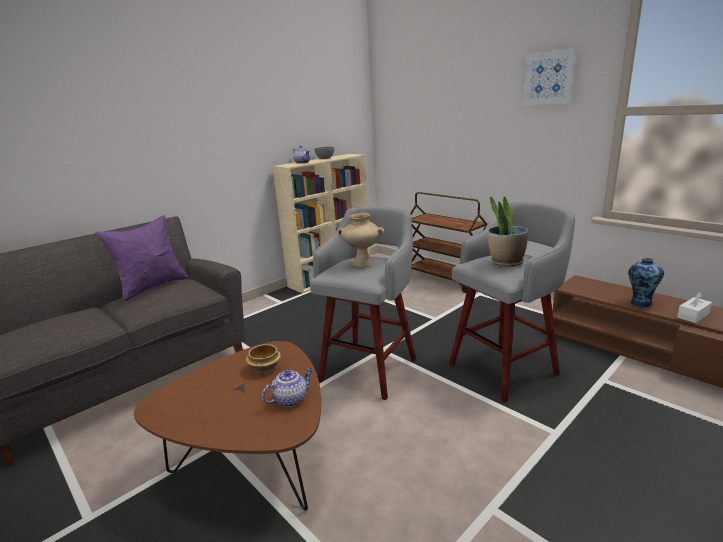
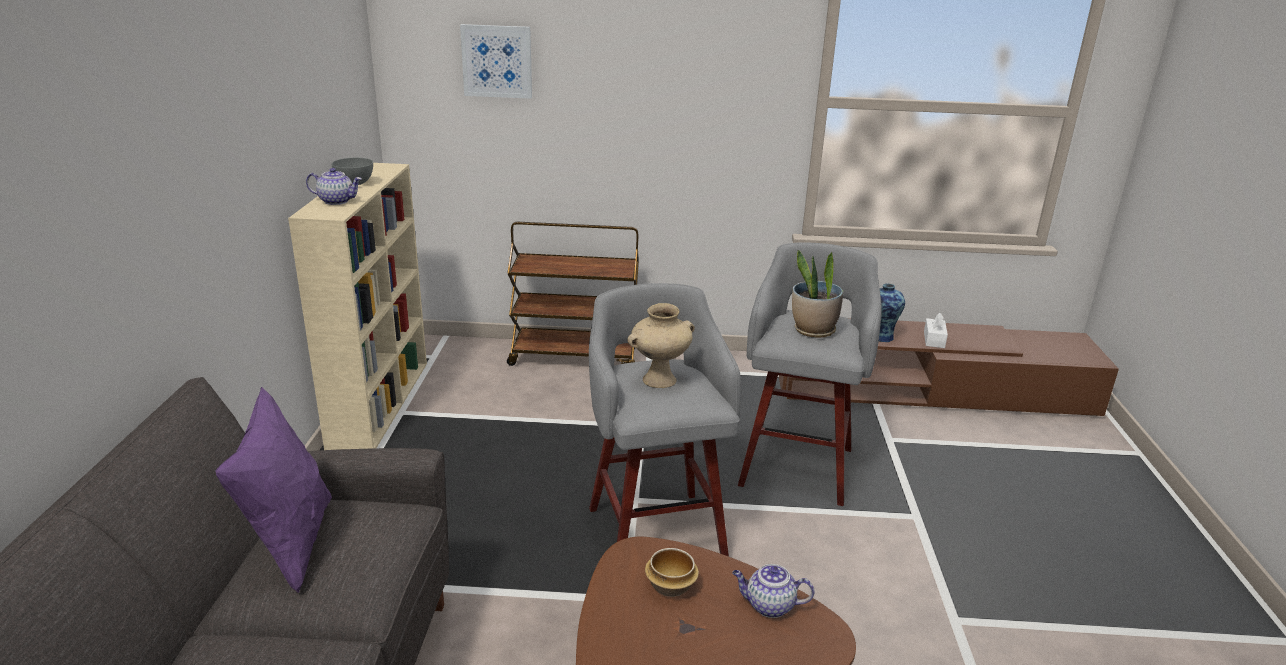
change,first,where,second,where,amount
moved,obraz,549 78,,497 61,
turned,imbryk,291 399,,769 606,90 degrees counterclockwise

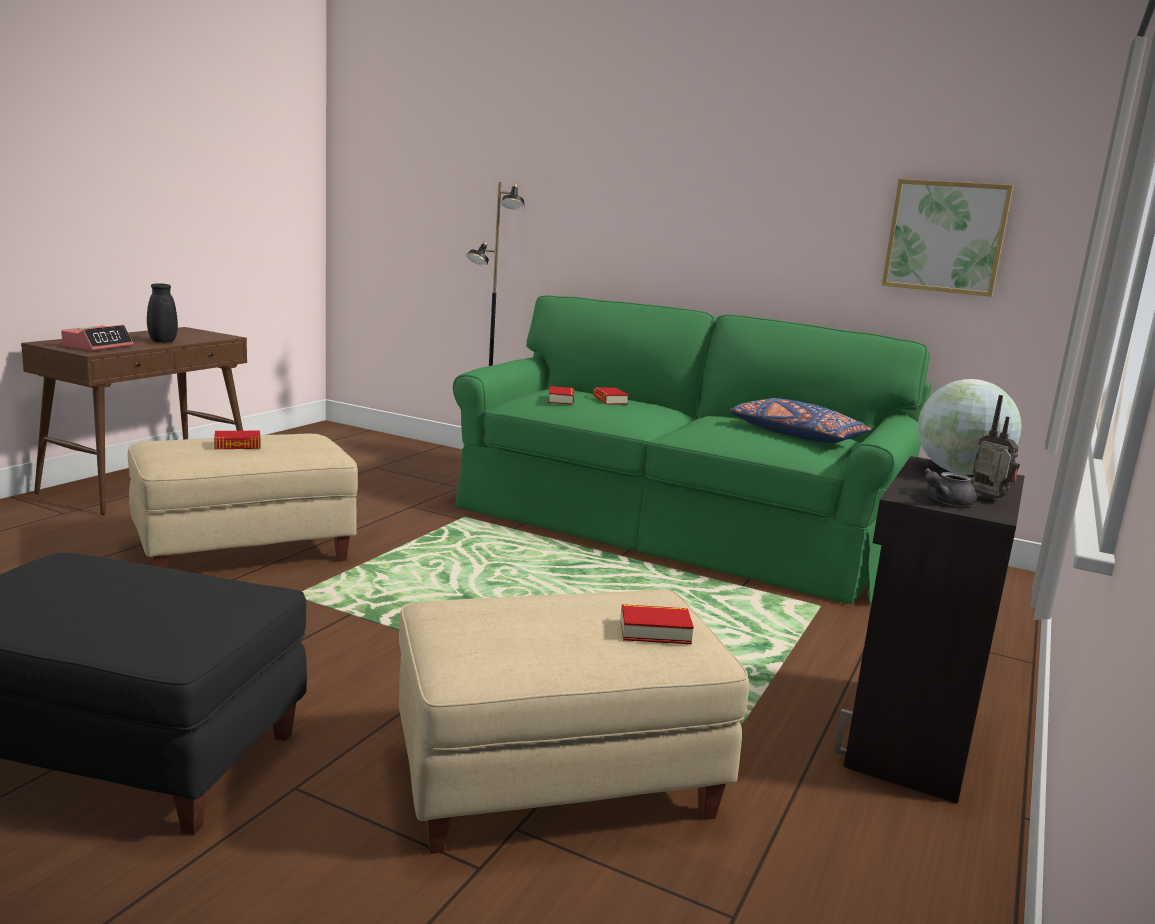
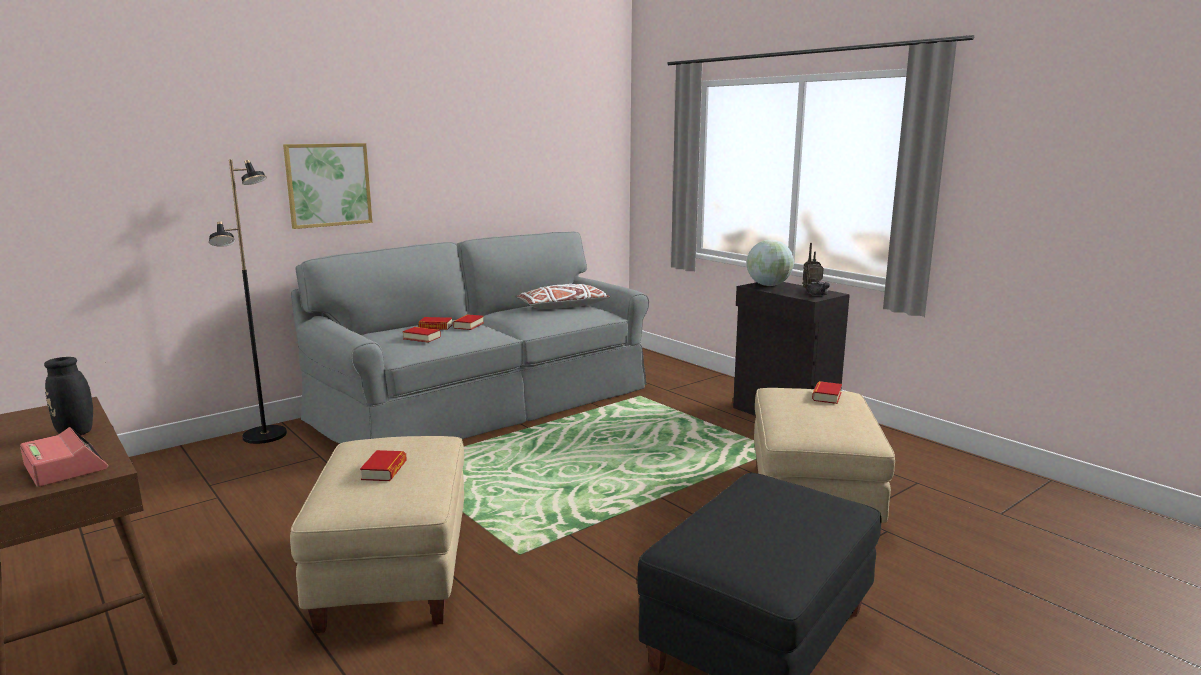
change,first,where,second,where,amount
added,,,książka,468 325,
moved,obraz,945 237,,328 185,
recoloured,kanapa (zielony),671 526,kanapa (szary),487 402,
recoloured,poduszka (niebieski),795 435,poduszka (biały),563 306,

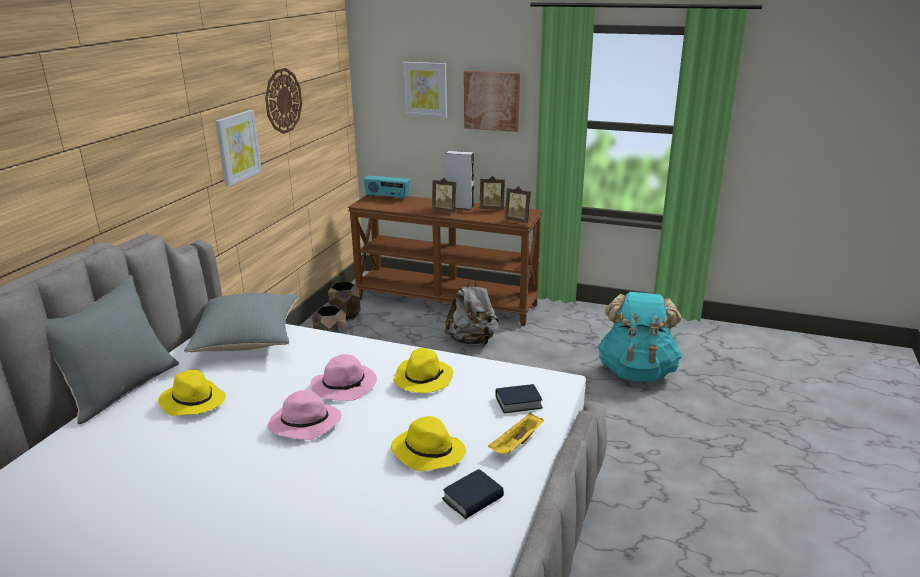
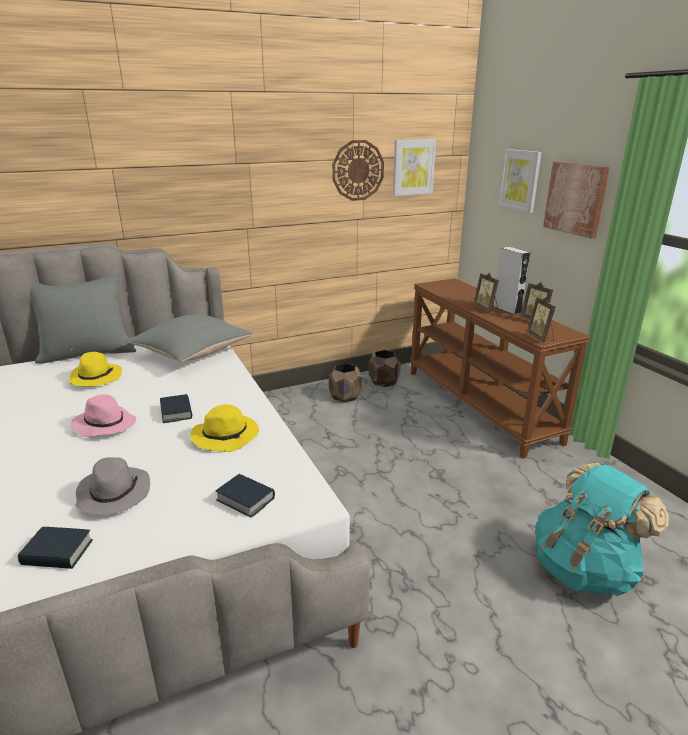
change,first,where,second,where,amount
removed,radio,387 197,,,
removed,plecak (szary),472 340,,,
removed,taca (żółty),516 444,,,
moved,obraz,237 147,,413 167,
replaced,kapelusz (różowy),345 385,książka,176 412,
recoloured,kapelusz (żółty),427 452,kapelusz (szary),113 493,

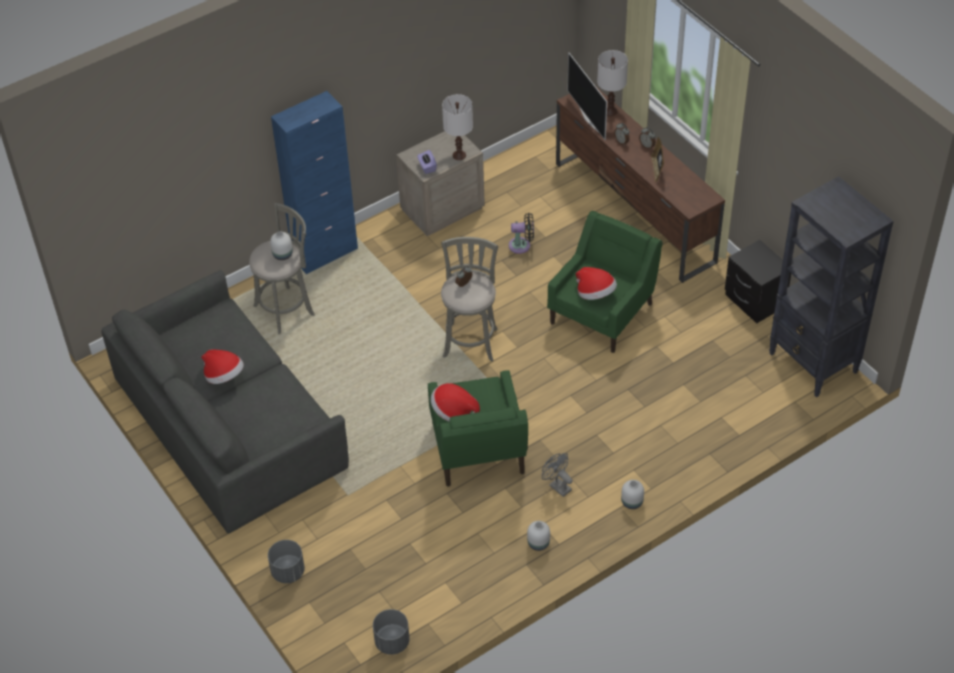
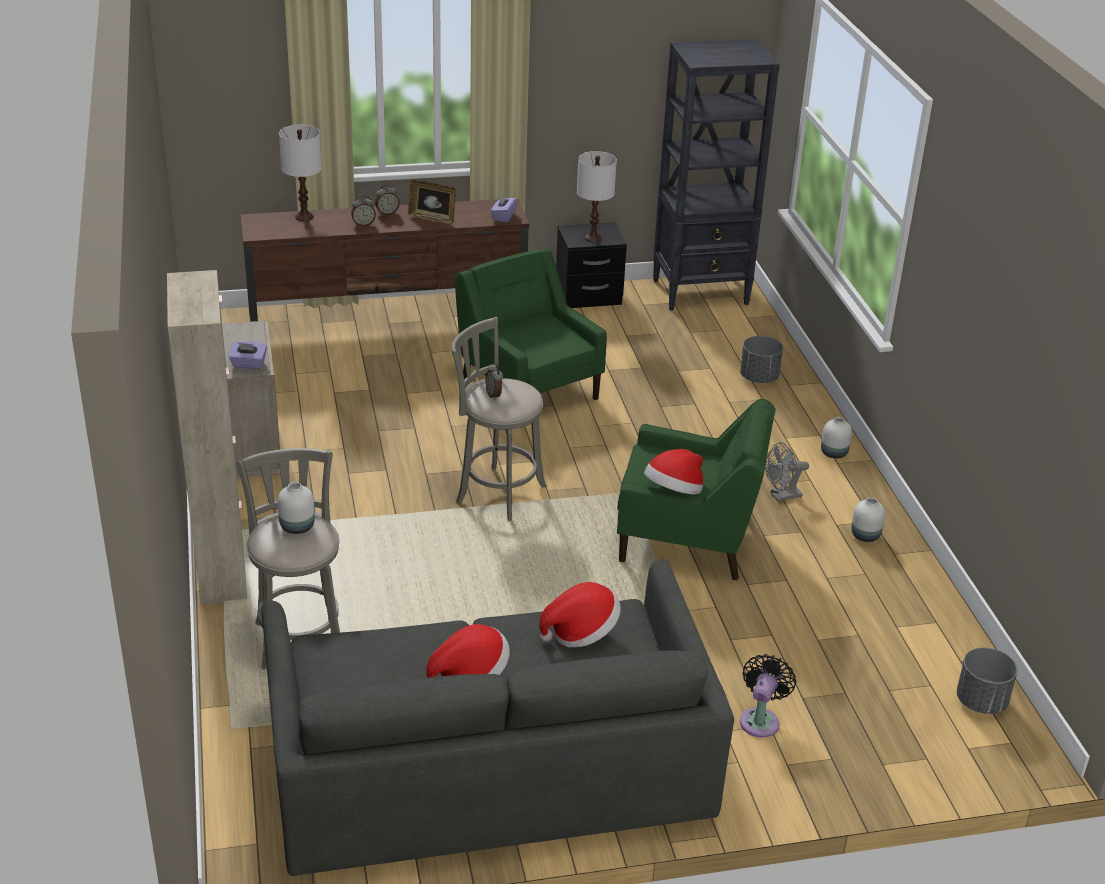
change,first,where,second,where,amount
removed,telewizor,589 119,,,
added,,,pudełko chusteczek (fioletowy),503 217,
moved,donica (szary),288 572,,759 378,
moved,lampa stołowa (biały),459 155,,593 238,
moved,wentylator (czarny),522 245,,760 720,
moved,kapelusz,595 293,,581 632,
recoloured,szafka (niebieski),325 254,szafka (beżowy),222 570,

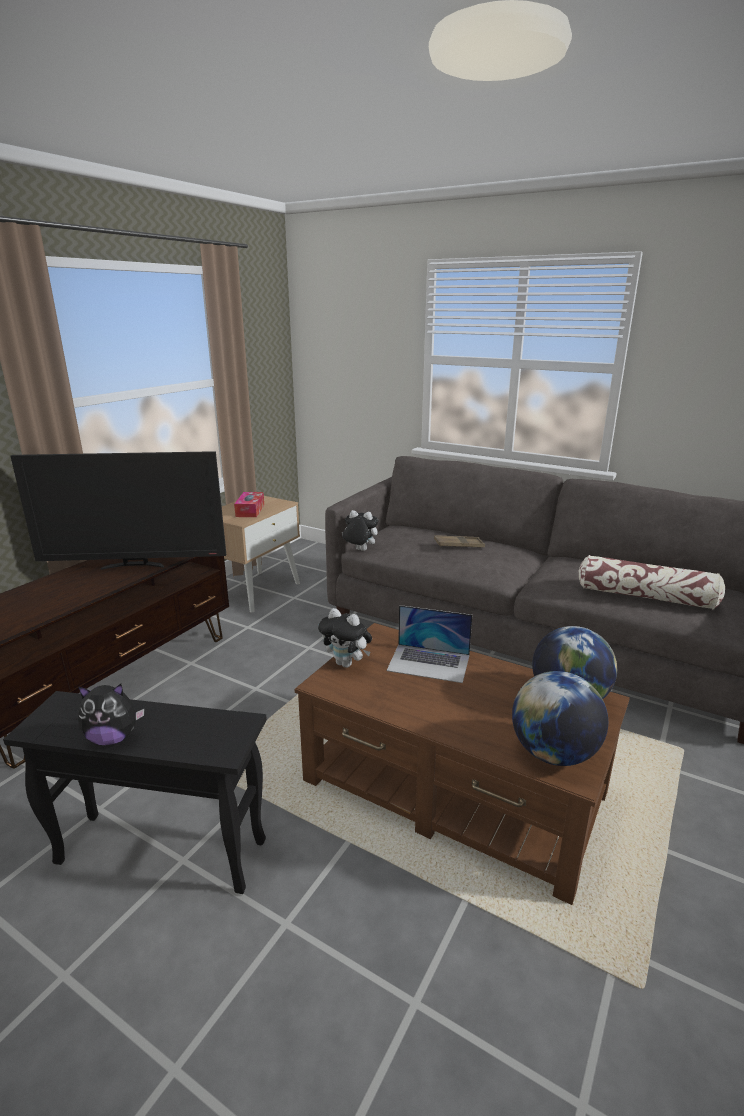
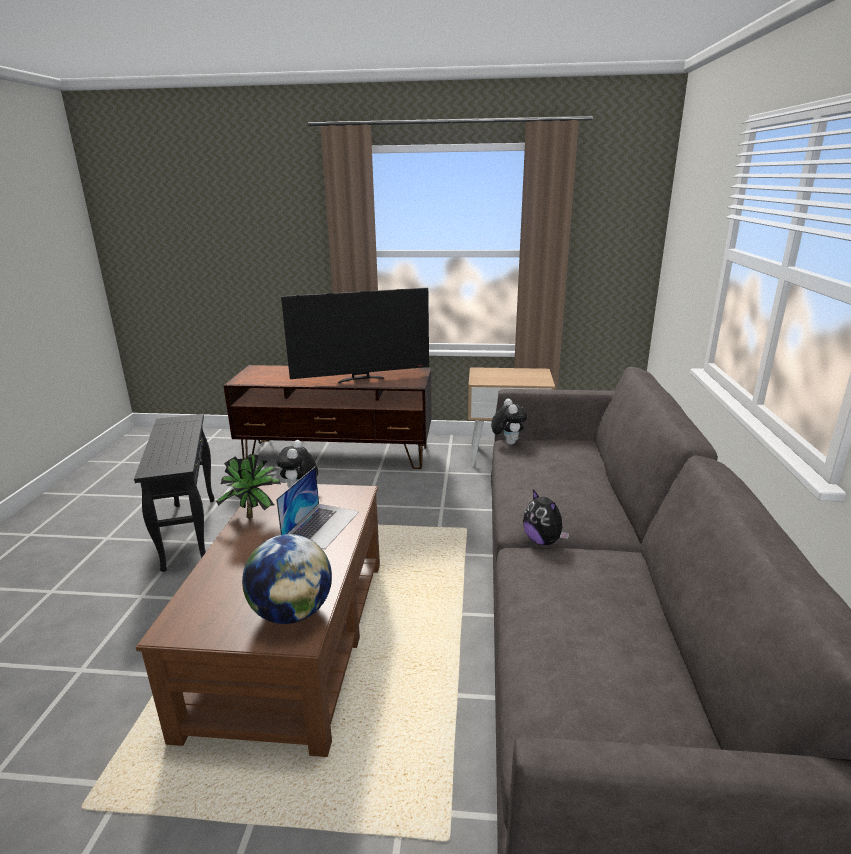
change,first,where,second,where,amount
removed,pudełko chusteczek,250 510,,,
removed,taca (brązowy),459 545,,,
removed,globus,553 753,,,
removed,poduszka,646 596,,,
added,,,roślina doniczkowa,254 516,
moved,pluszak,113 738,,543 541,
turned,telewizor,135 565,,361 379,75 degrees counterclockwise
turned,laptop,429 663,,321 525,150 degrees counterclockwise

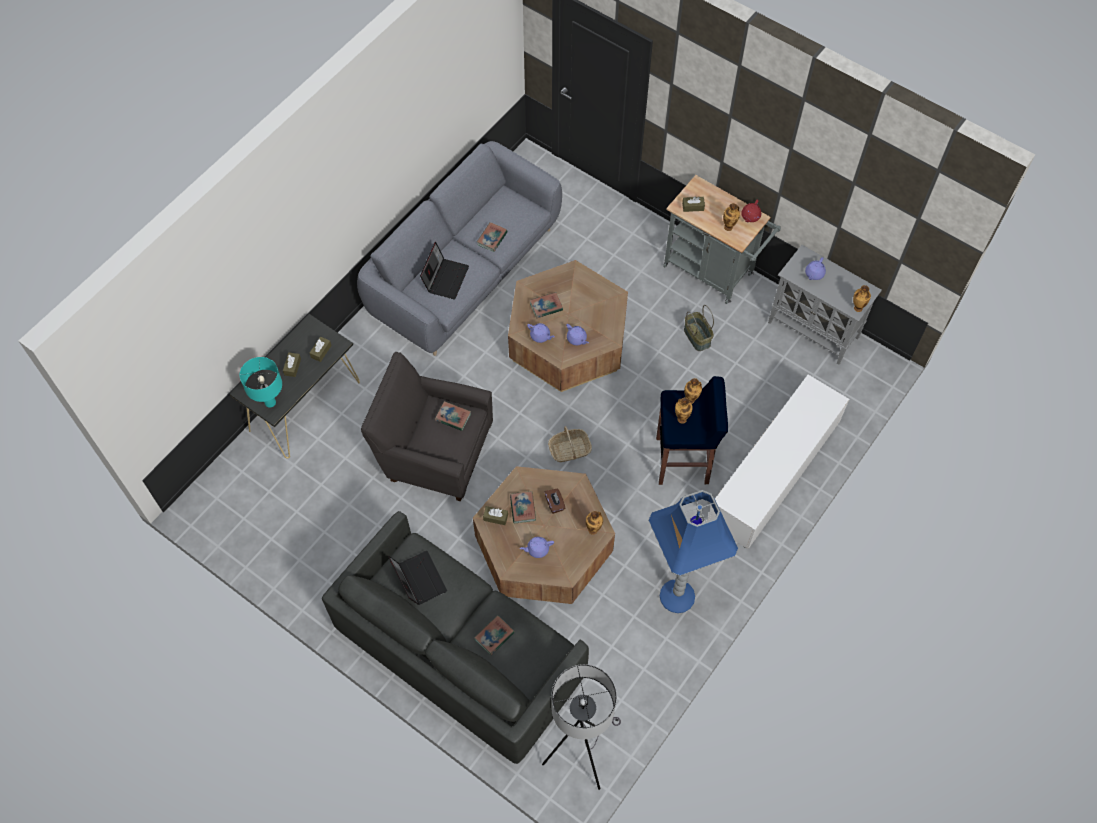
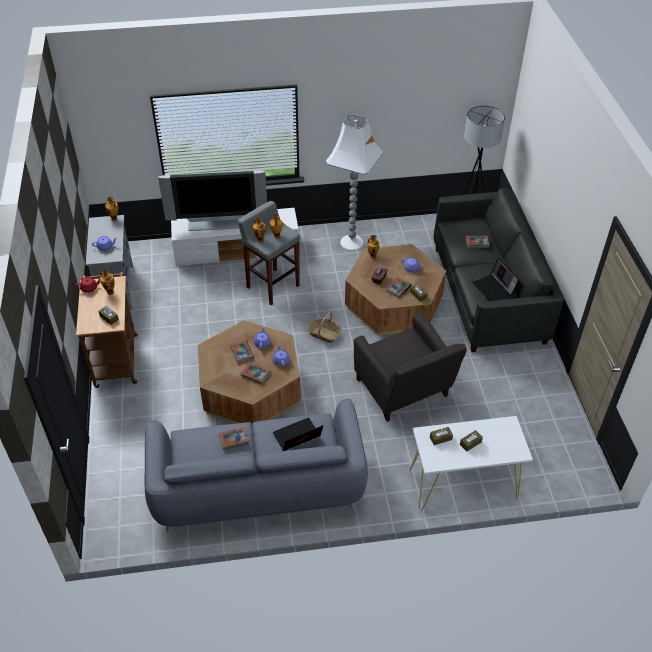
change,first,where,second,where,amount
removed,lampa stołowa (turkusowy),270 402,,,
removed,koszyk,697 337,,,
added,,,telewizor,218 224,
moved,książka,453 417,,241 352,
recoloured,stolik konsolowy (czarny),305 405,stolik konsolowy (biały),462 483,
recoloured,lampa stojąca (niebieski),676 597,lampa stojąca (biały),352 242,
recoloured,stołek (niebieski),683 461,stołek (szary),272 286,
recoloured,wózek (szary),713 272,wózek (brązowy),116 357,
turned,laptop,418 579,,494 289,45 degrees counterclockwise

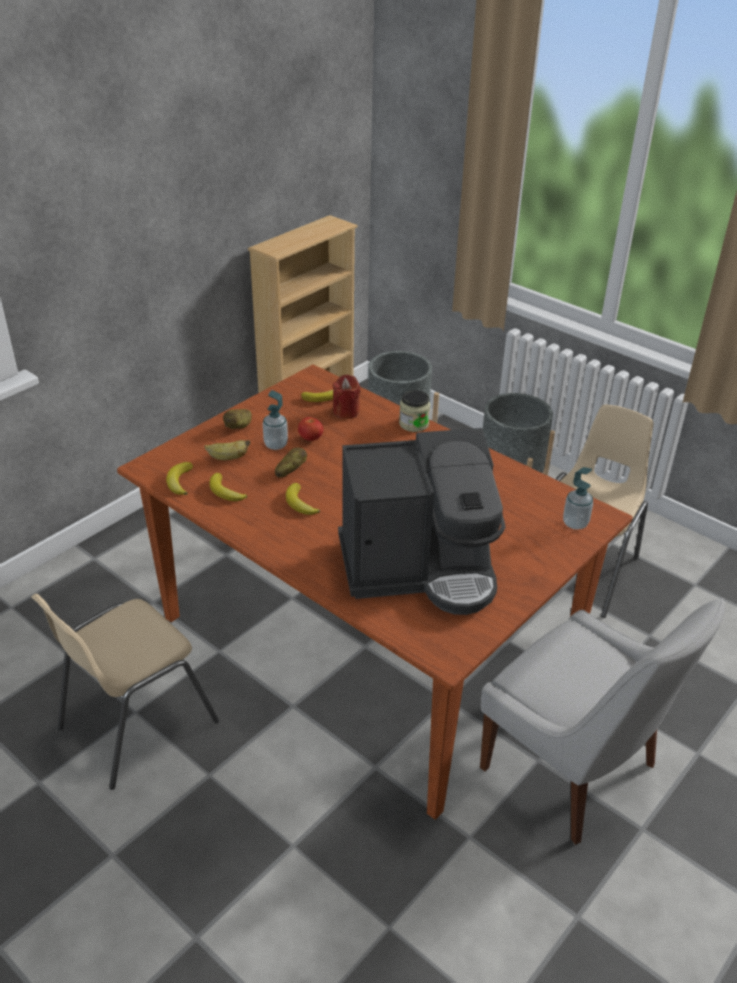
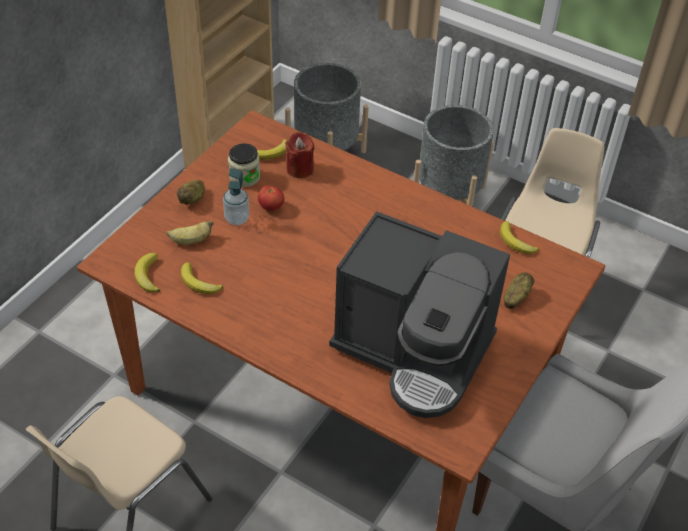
change,first,where,second,where,amount
removed,dozownik mydła,575 523,,,
moved,ziemniak,290 471,,515 297,
moved,banan,300 503,,515 242,
moved,słoik,414 424,,244 177,
turned,ekspres do kawy,420 568,,414 351,45 degrees clockwise

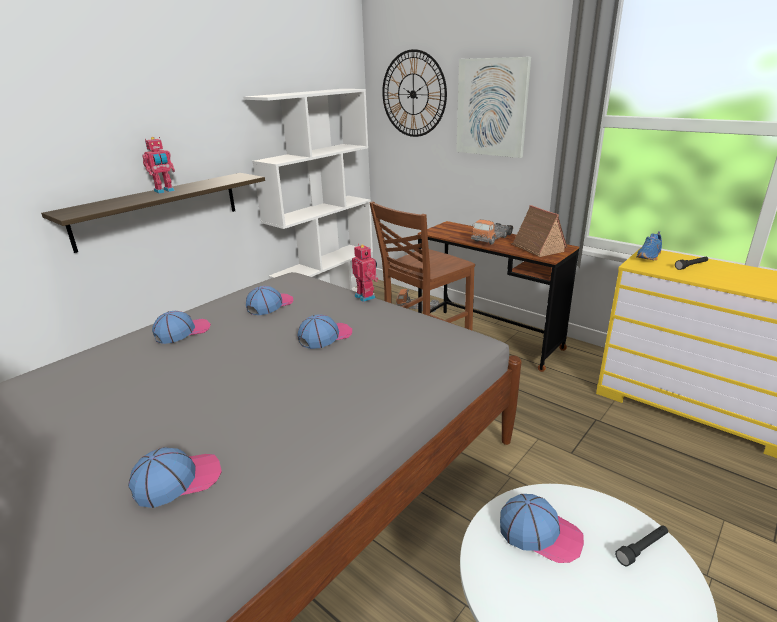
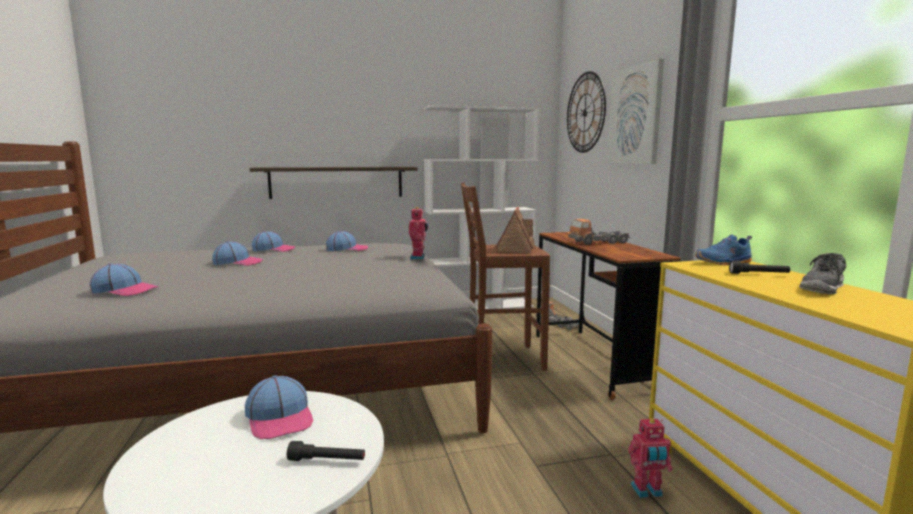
change,first,where,second,where,amount
added,,,but,823 288,
moved,robot zabawkowy,164 191,,647 491,
moved,czapka z daszkiem,325 336,,238 262,
moved,domek,537 248,,515 249,

